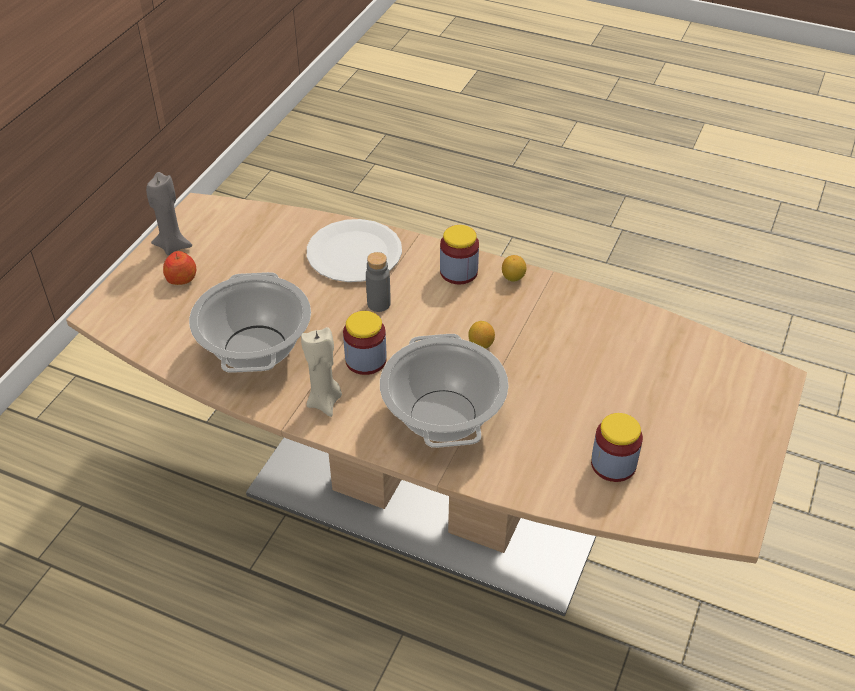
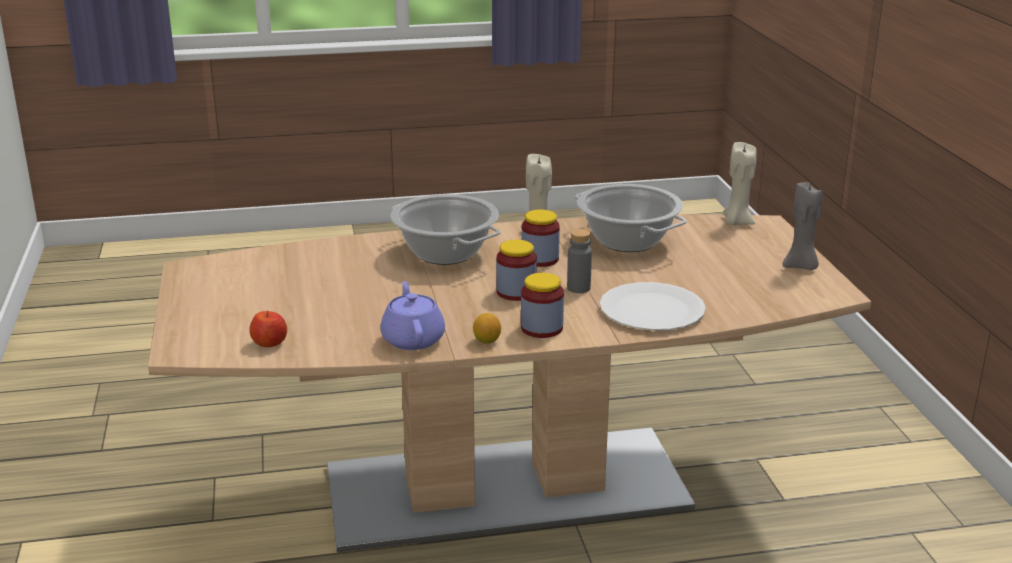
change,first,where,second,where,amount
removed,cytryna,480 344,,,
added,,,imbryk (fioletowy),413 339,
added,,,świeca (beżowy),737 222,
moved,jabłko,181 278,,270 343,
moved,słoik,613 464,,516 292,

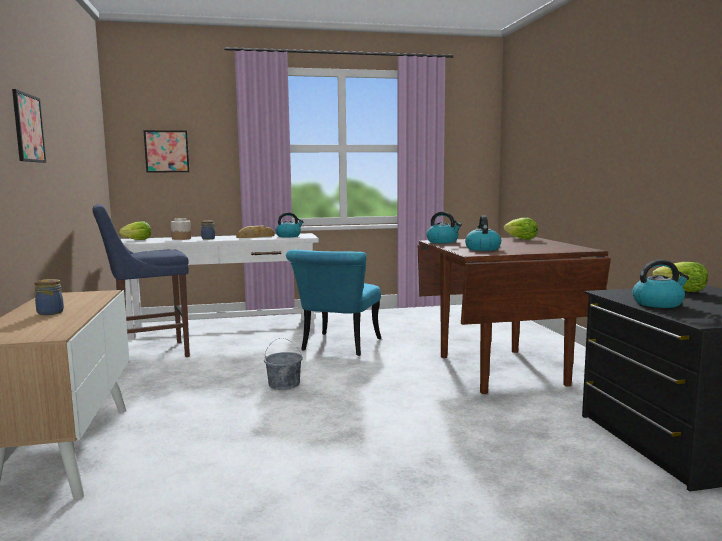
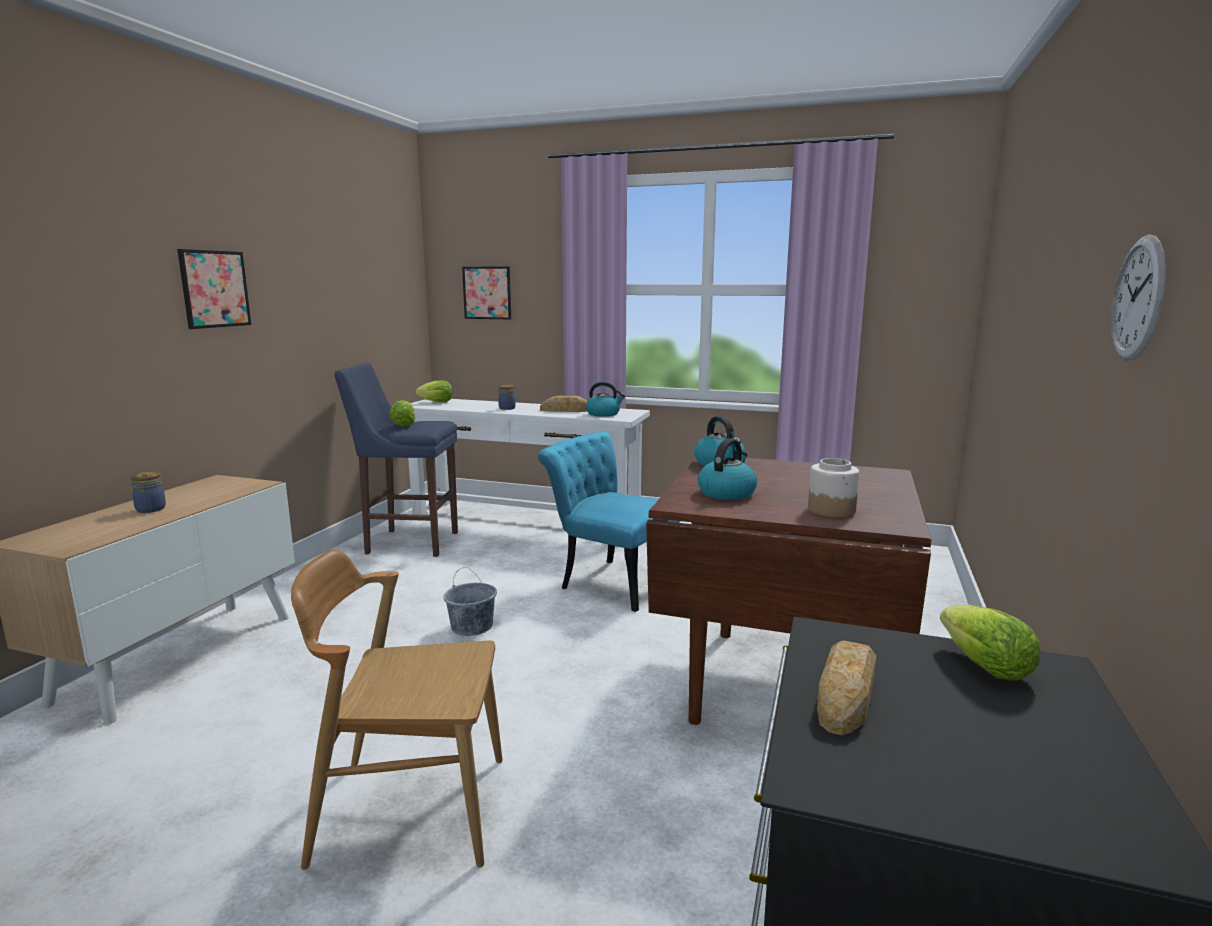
change,first,where,second,where,amount
added,,,krzesło (brązowy),411 809,
added,,,zegar ścienny,1138 298,
moved,słoik,181 238,,831 510,
moved,sałata,521 239,,403 425,
replaced,czajnik,658 303,chleb,846 693,
turned,krzesło (turkusowy),338 347,,610 581,75 degrees clockwise

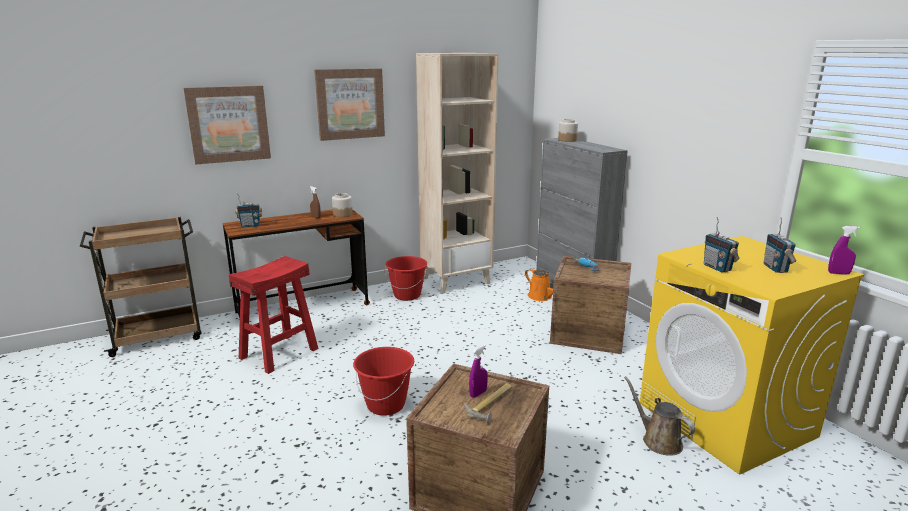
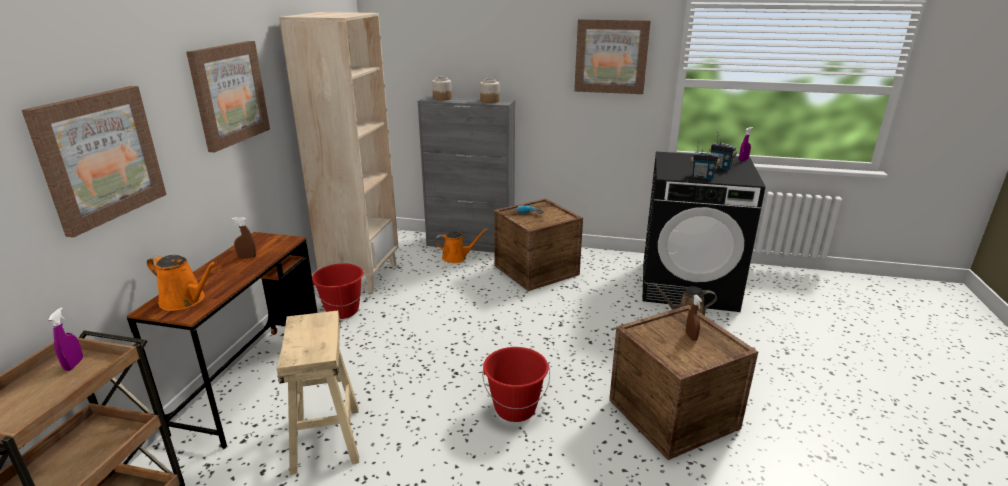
change,first,where,second,where,amount
added,,,obraz,611 56,
moved,słoik,342 214,,489 101,
moved,spryskiwacz (fioletowy),478 393,,74 364,
replaced,radio,250 225,konewka (pomarańczowy),185 300,
replaced,młotek,492 404,spryskiwacz (brązowy),691 336,
recoloured,stołek (czerwony),279 353,stołek (beżowy),327 438,
recoloured,pralka (żółty),726 420,pralka (czarny),688 285,

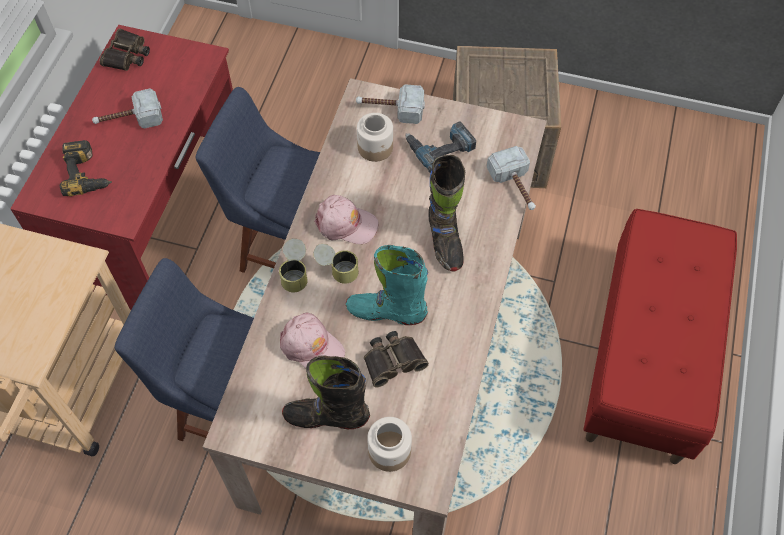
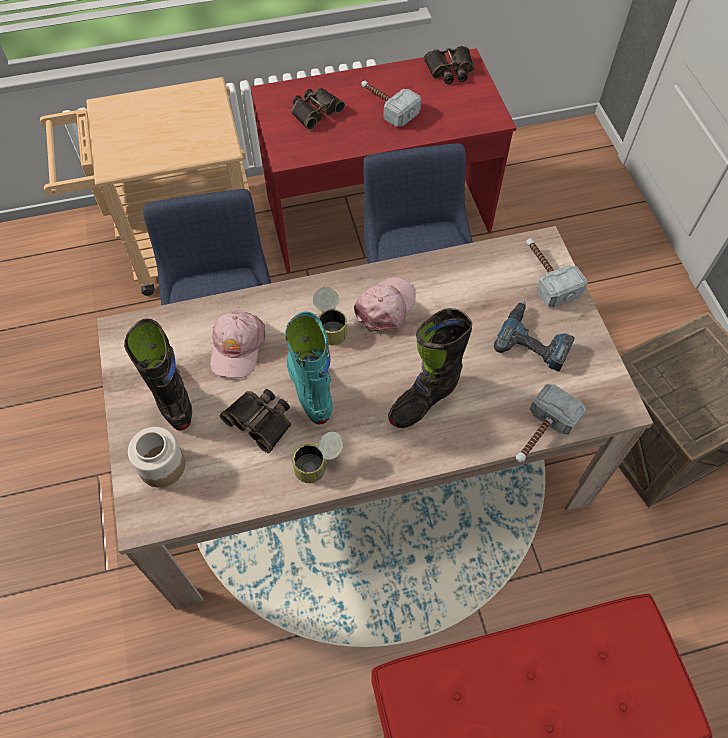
change,first,where,second,where,amount
removed,słoik,375 147,,,
moved,puszka,295 273,,319 464,
replaced,wiertarka,88 173,lornetka,315 111,
turned,czapka z daszkiem (różowy),346 224,,386 307,135 degrees counterclockwise

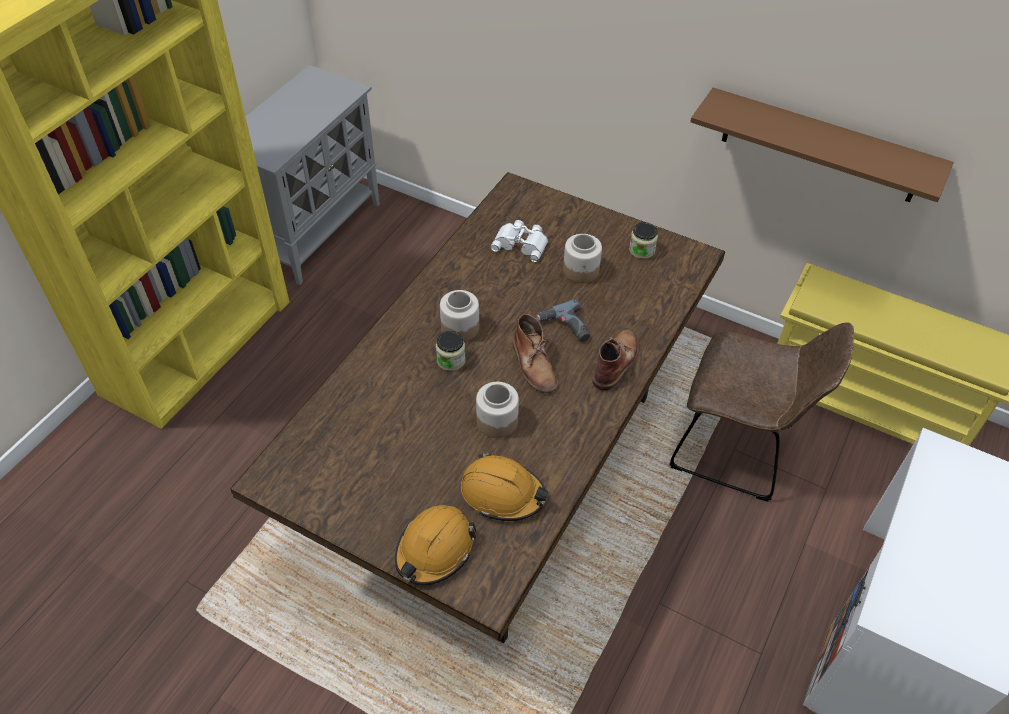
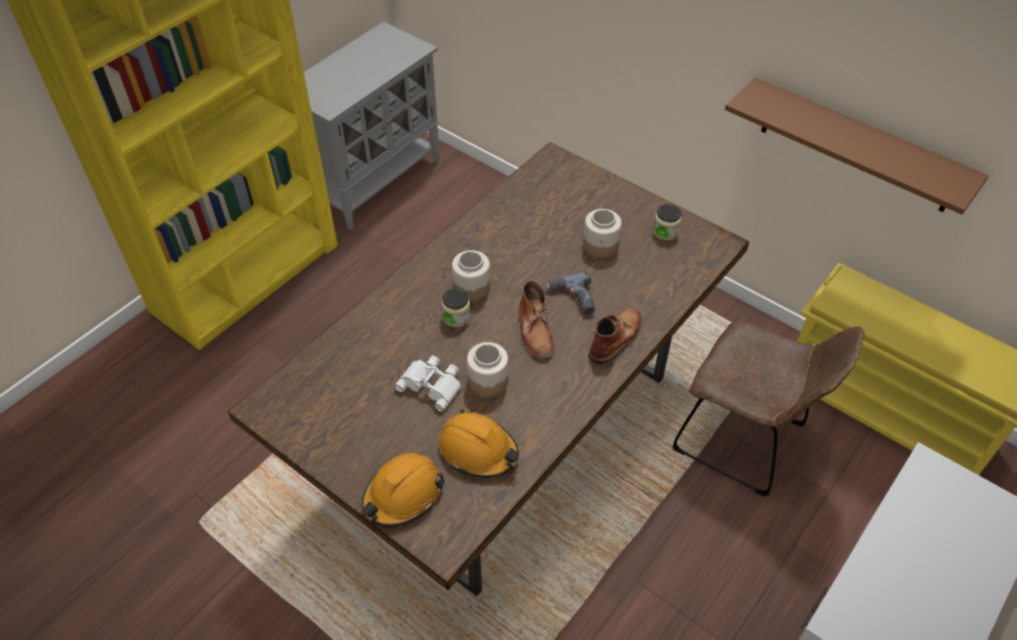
change,first,where,second,where,amount
moved,lornetka (biały),521 243,,432 384,

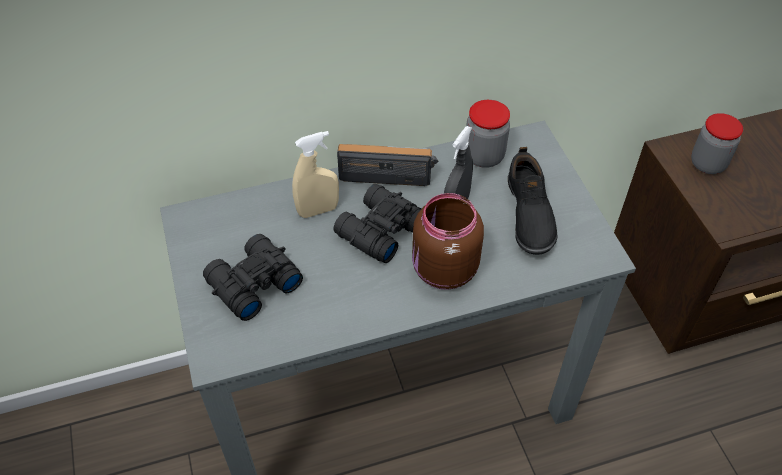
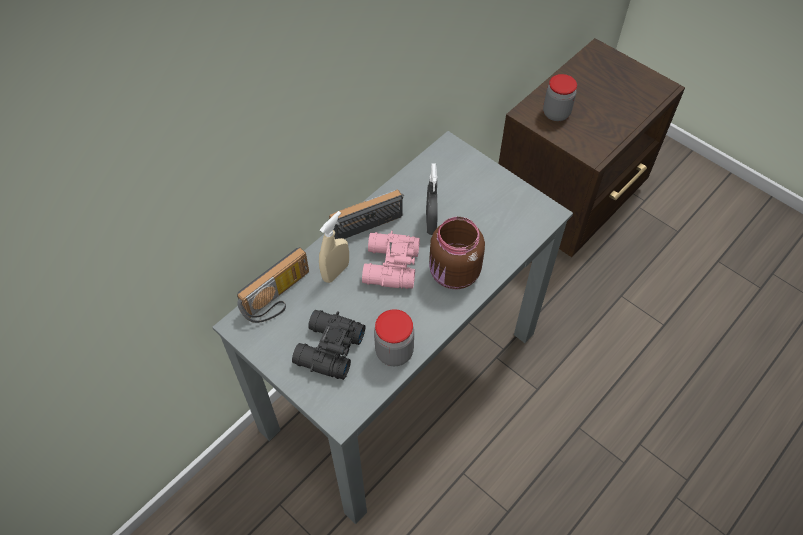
change,first,where,second,where,amount
removed,but (czarny),528 214,,,
added,,,radio,279 298,
moved,słoik,484 156,,394 352,
recoloured,lornetka (czarny),377 231,lornetka (różowy),389 267,

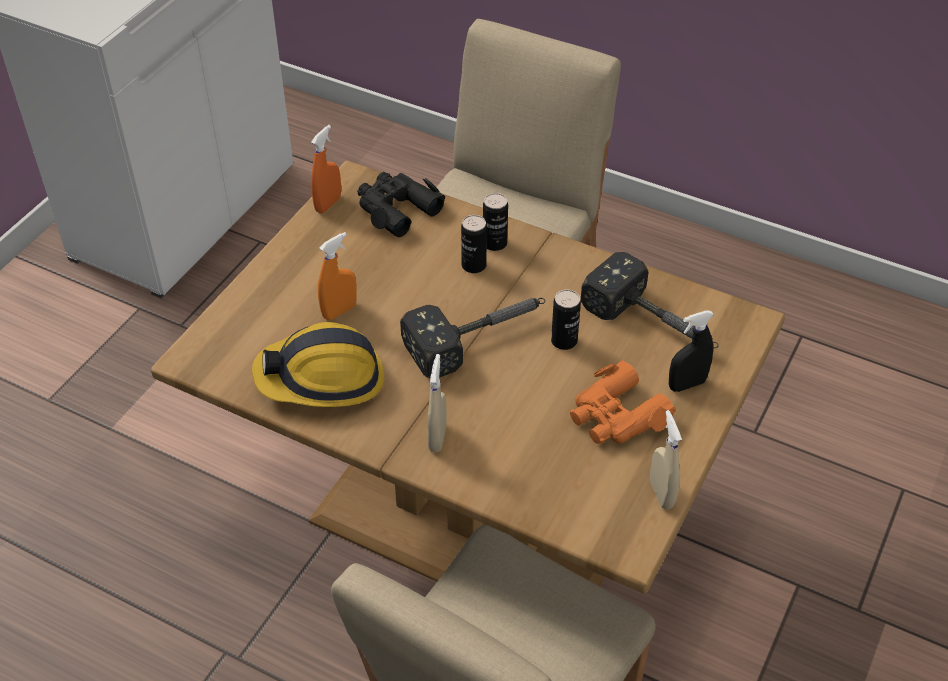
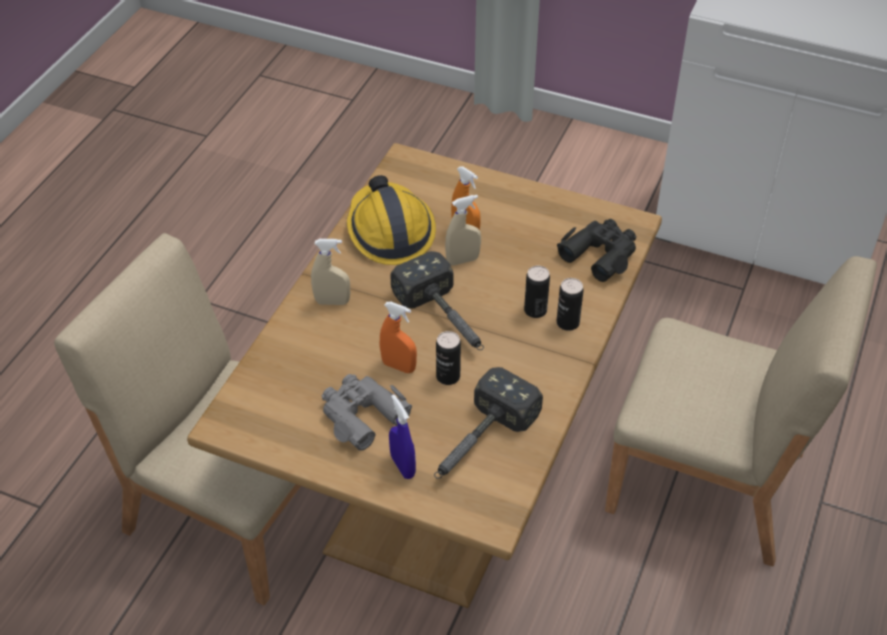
change,first,where,second,where,amount
moved,spryskiwacz (pomarańczowy),328 204,,398 366,
moved,spryskiwacz (beżowy),661 494,,462 260,
recoloured,lornetka (pomarańczowy),616 416,lornetka (szary),361 415,
recoloured,spryskiwacz (czarny),686 384,spryskiwacz (niebieski),402 466,

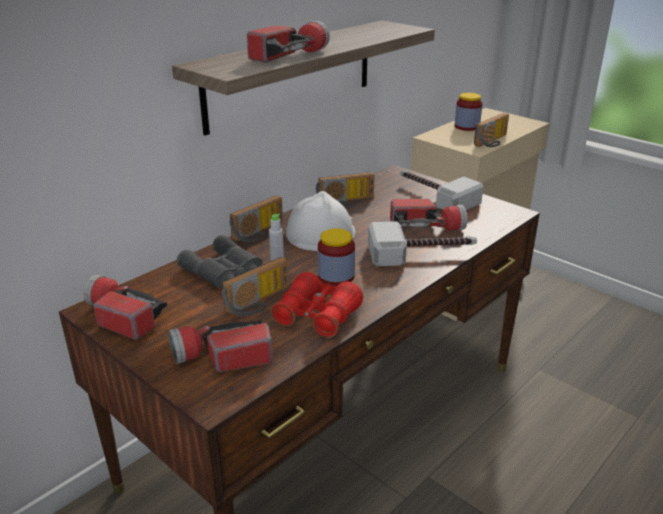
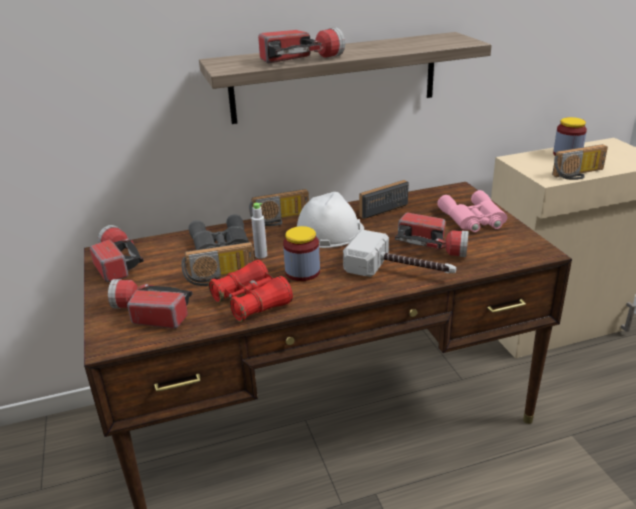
change,first,where,second,where,amount
replaced,młotek,434 196,lornetka (różowy),473 219,
turned,radio,346 201,,382 208,135 degrees clockwise

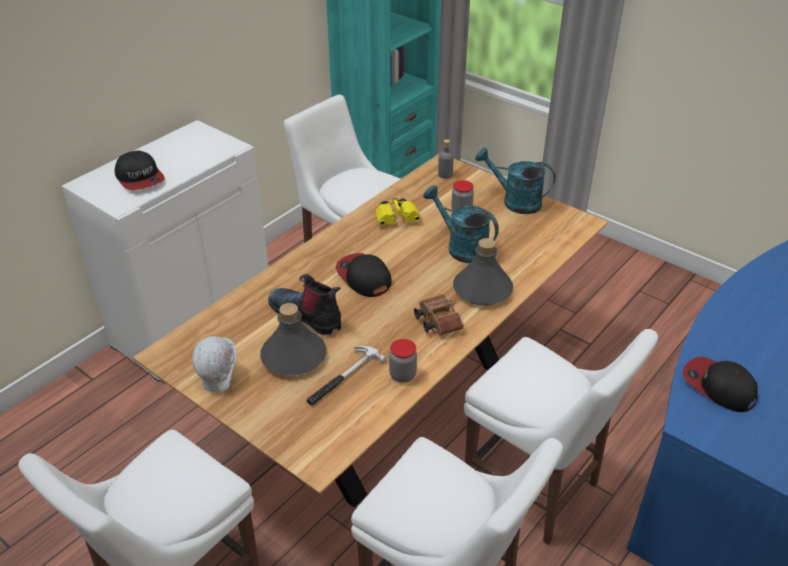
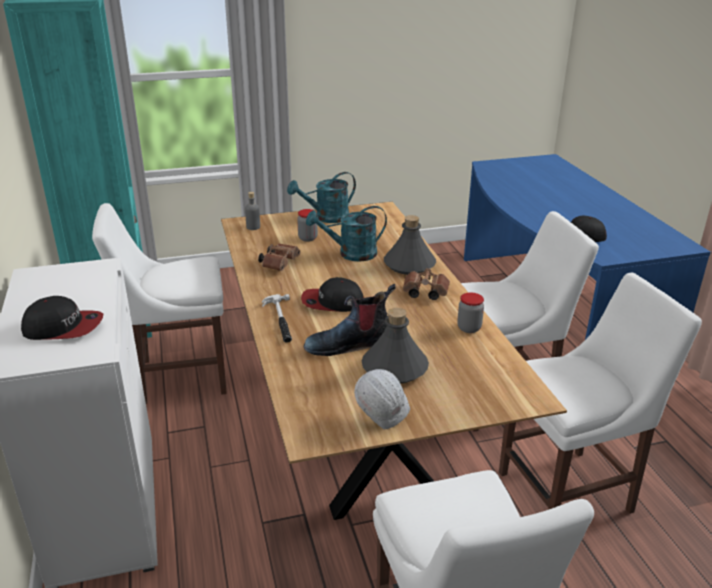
change,first,where,second,where,amount
moved,młotek,343 378,,280 320,
recoloured,lornetka (żółty),398 219,lornetka (brązowy),280 263,

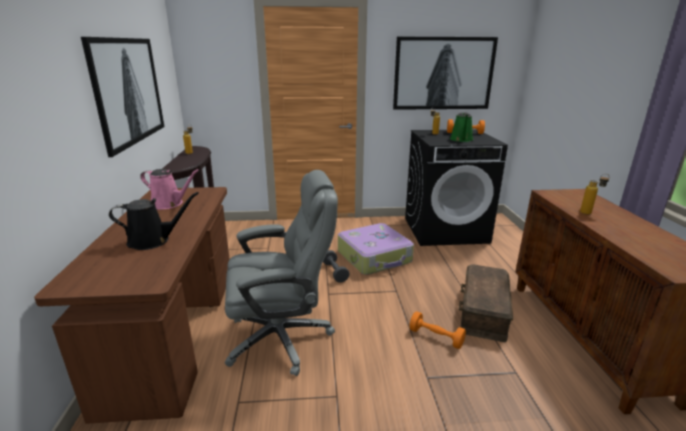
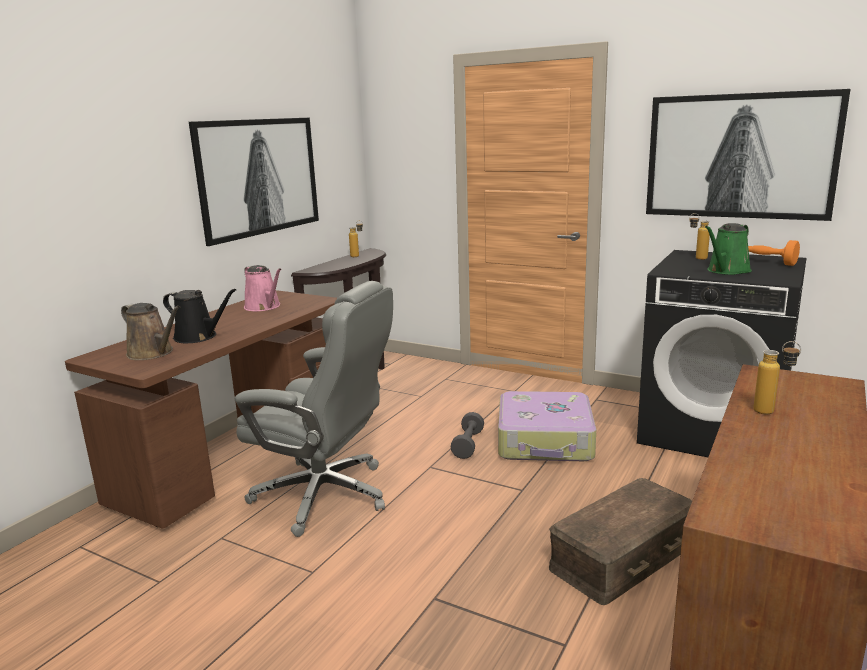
change,first,where,second,where,amount
removed,hantel (pomarańczowy),436 337,,,
added,,,konewka (brązowy),153 353,

